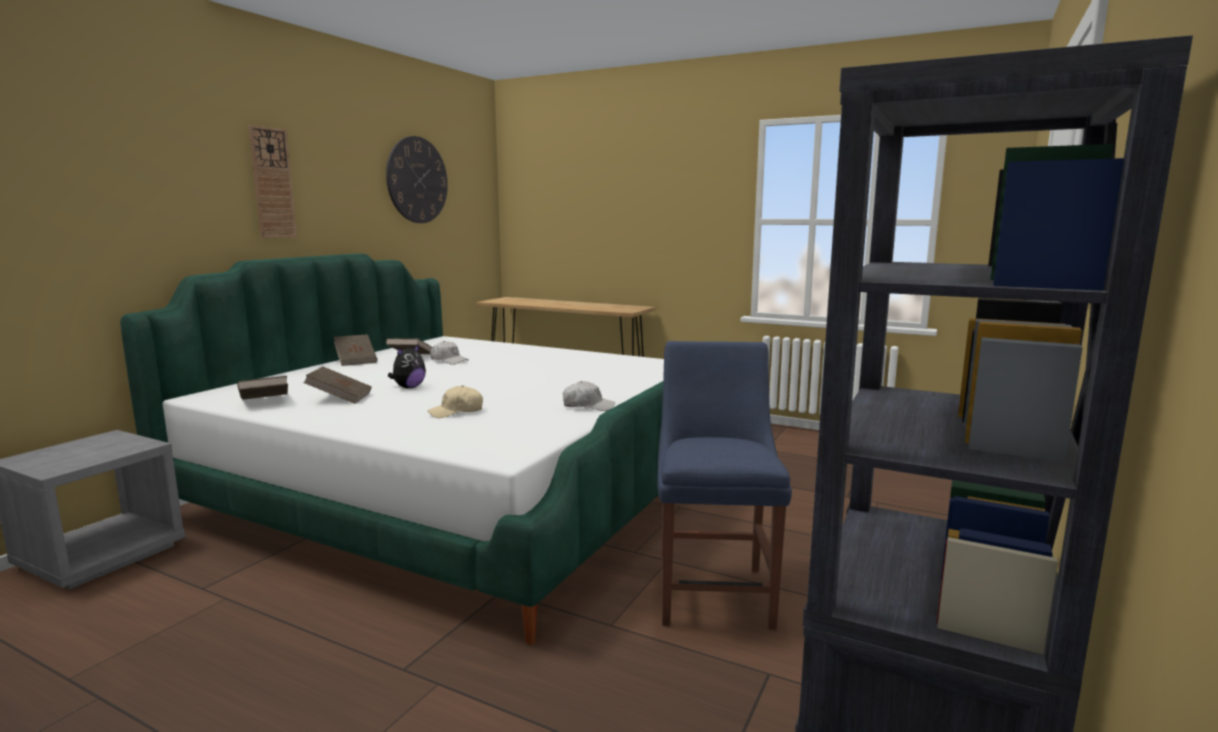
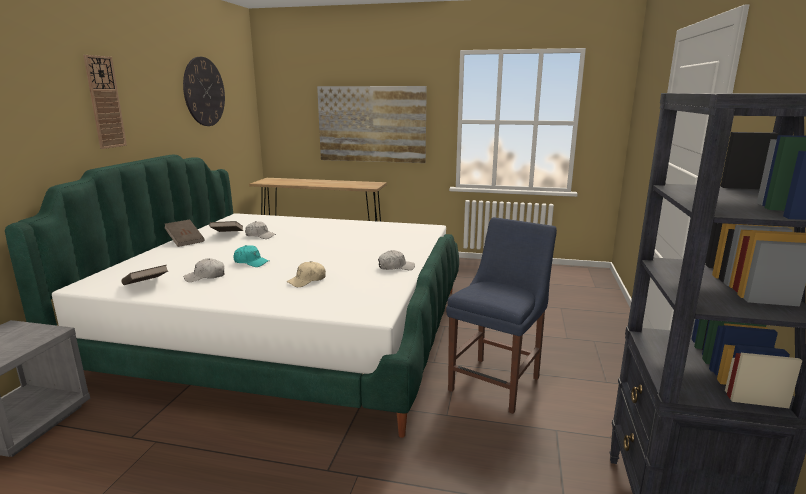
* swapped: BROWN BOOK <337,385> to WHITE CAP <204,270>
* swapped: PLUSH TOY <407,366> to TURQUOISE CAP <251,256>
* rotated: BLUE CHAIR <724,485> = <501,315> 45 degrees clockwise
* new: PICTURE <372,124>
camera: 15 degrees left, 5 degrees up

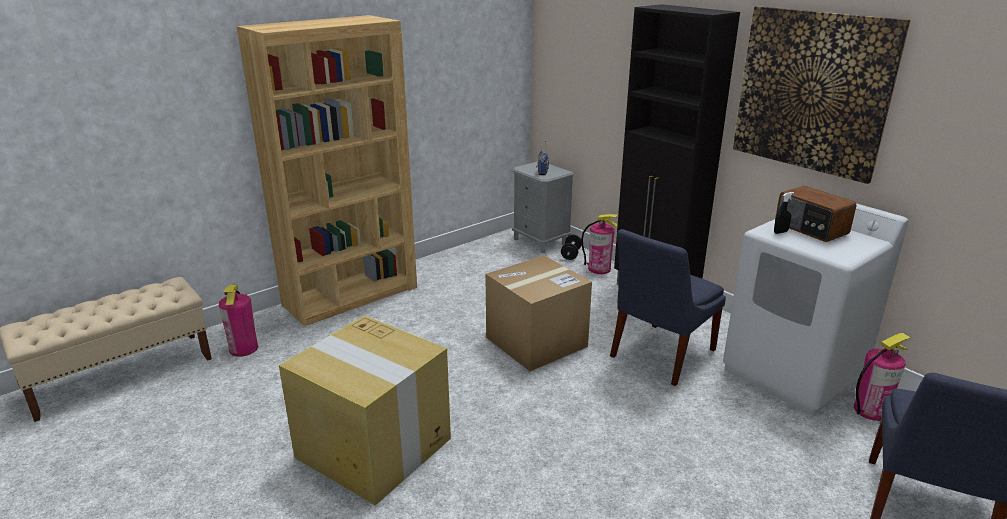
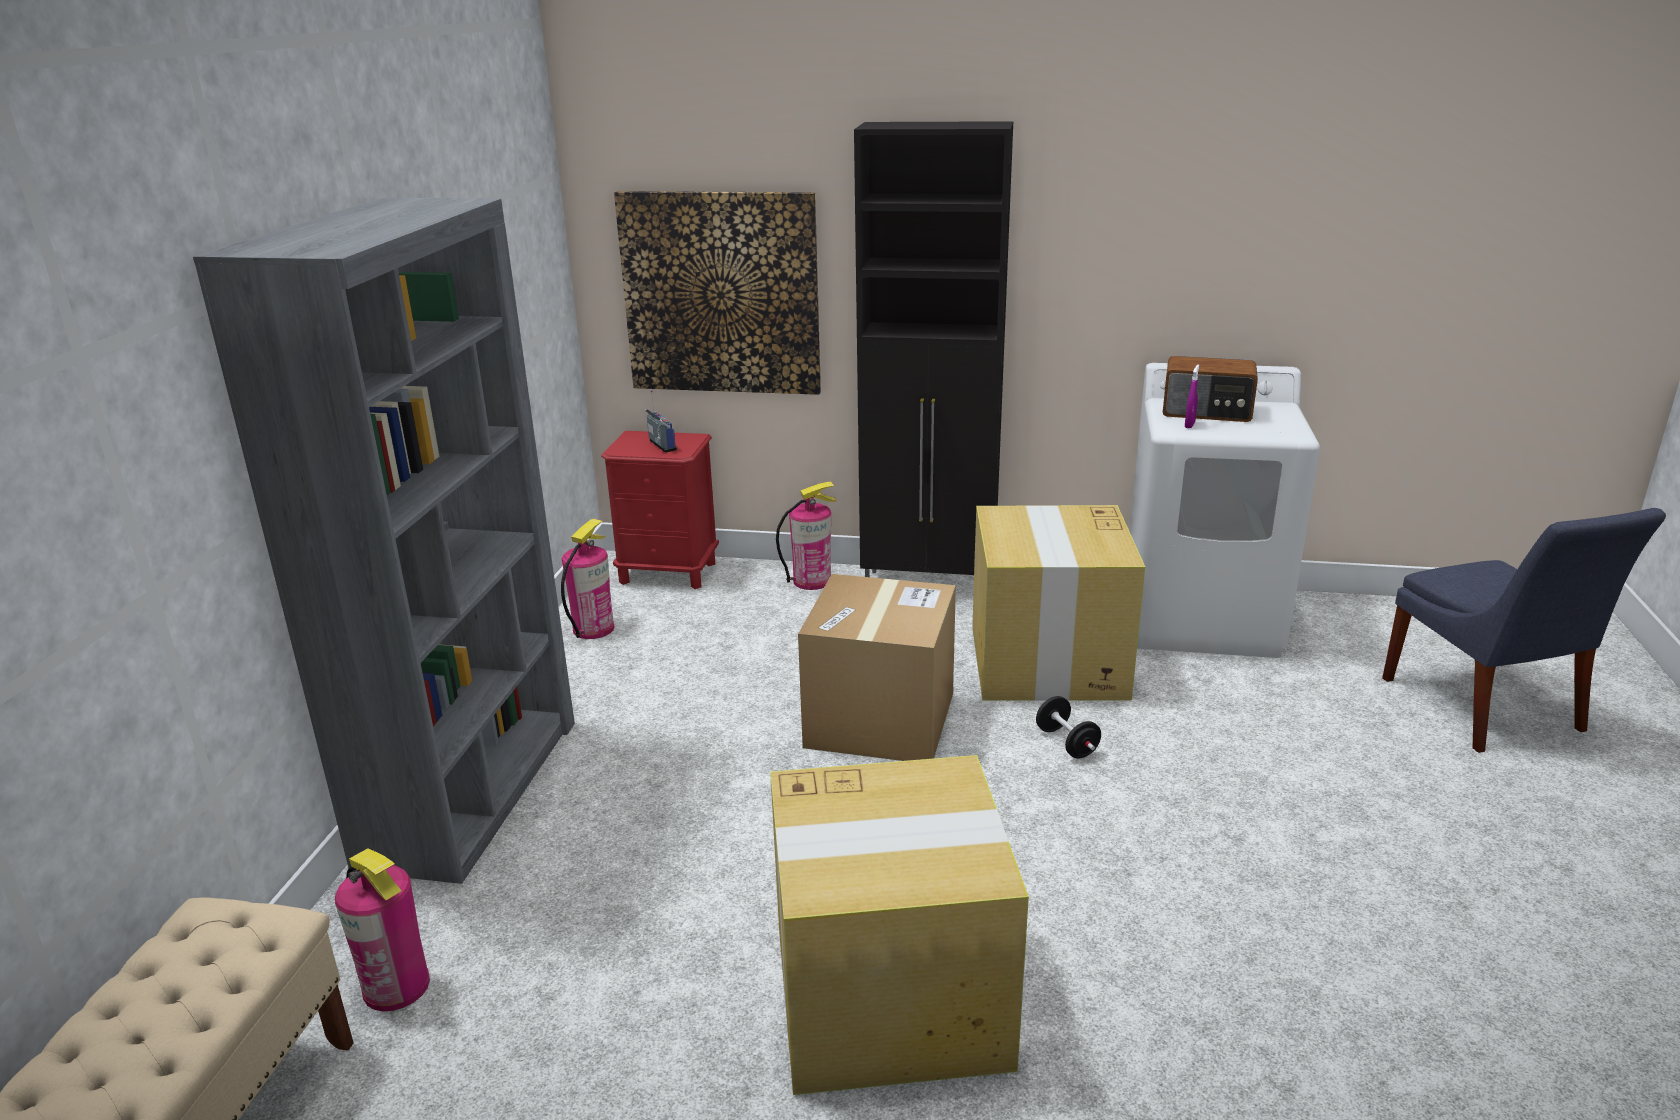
* repainted: BROWN BOOKCASE <327,170> to GREY BOOKCASE <384,541>
* repainted: GREY NIGHTSTAND <543,207> to RED NIGHTSTAND <660,510>
* shifted: BLACK DUMBBELL <571,247> to <1068,727>
* swapped: BLUE CHAIR <668,307> to CARDBOARD BOX <1058,603>
* shifted: PICTURE <822,95> to <717,293>
* repainted: BLACK SPRAY BOTTLE <784,213> to PURPLE SPRAY BOTTLE <1192,396>
* shifted: FIRE EXTINGUISHER <882,377> to <588,579>
camera: 40 degrees left, 0 degrees up

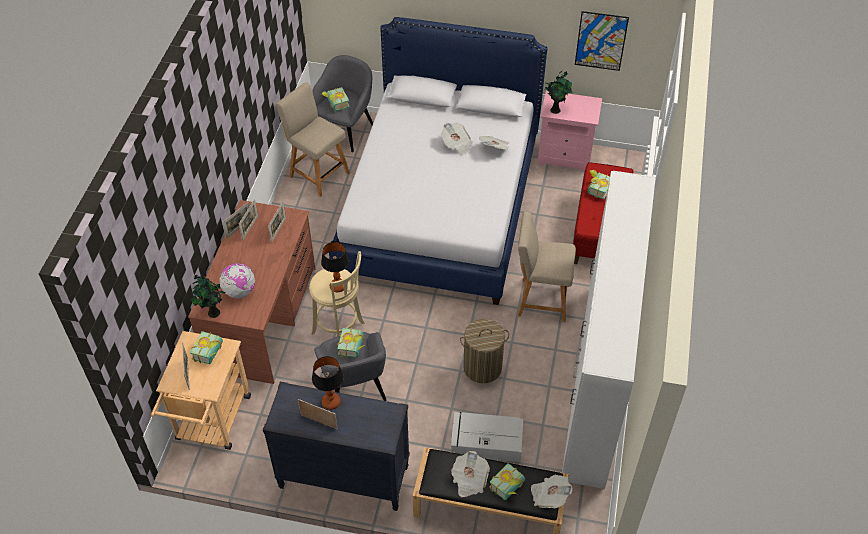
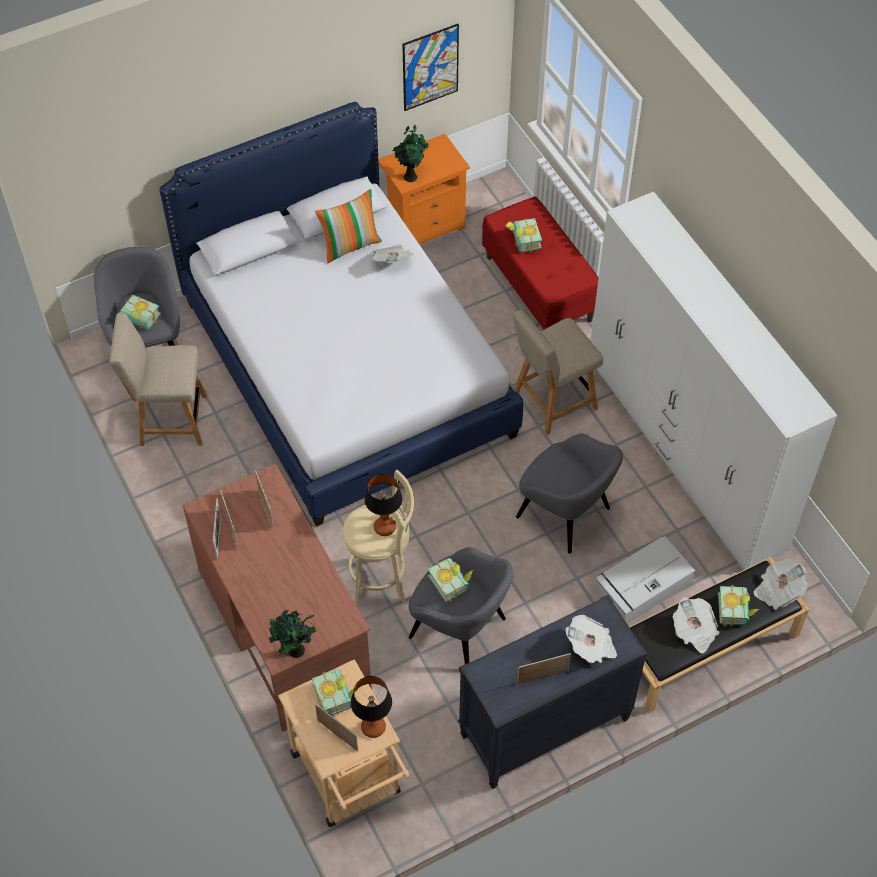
* gone: GLOBE <237,280>
* shifted: TABLE LAMP <328,383> to <371,707>
* shifted: NEWSPAPER <457,139> to <591,639>
* swapped: LAUNDRY BASKET <484,351> to GREY ARMCHAIR <569,494>
* repainted: PINK NIGHTSTAND <569,131> to ORANGE NIGHTSTAND <424,189>
* new: PILLOW <348,226>
camera: 40 degrees left, 5 degrees up

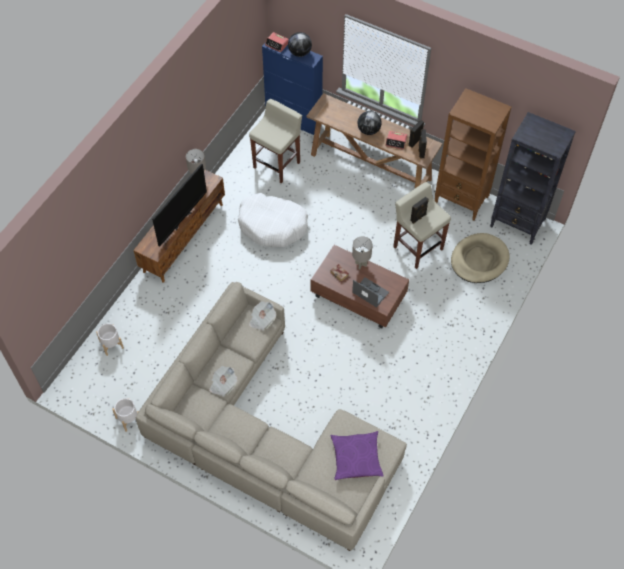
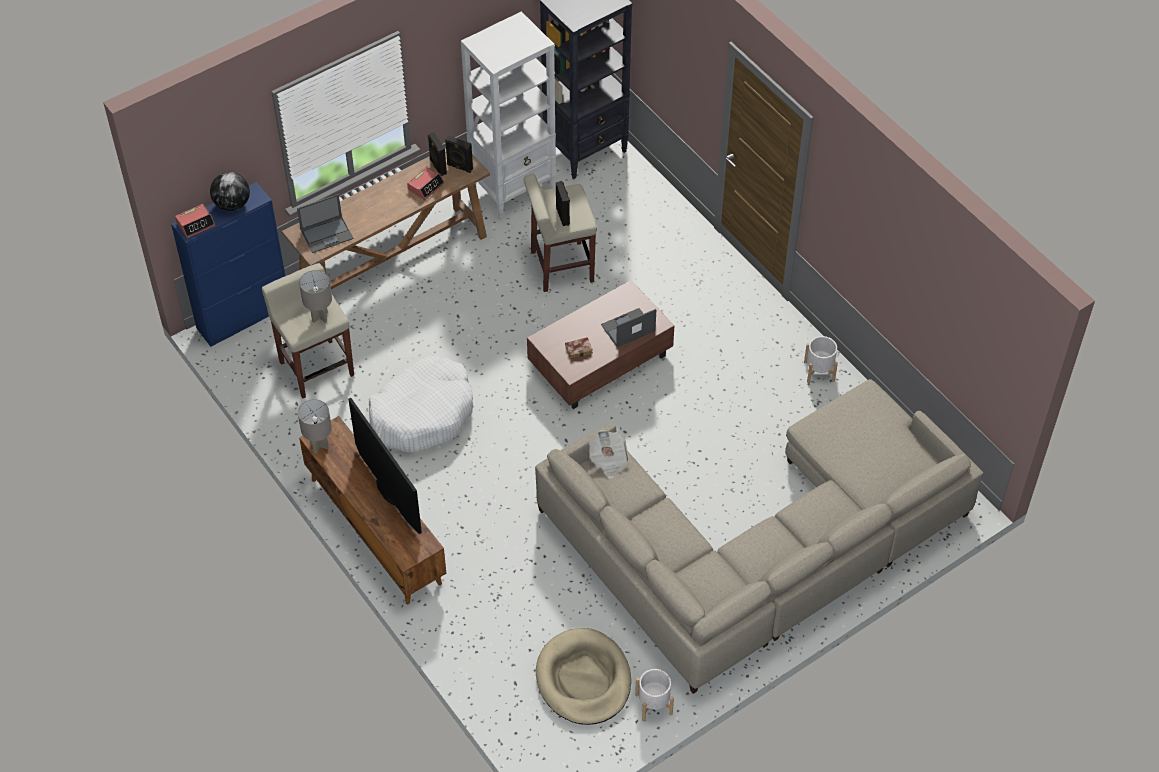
* shifted: WHITE PLANTER <110,339> to <821,359>
* gone: NEWSPAPER <223,381>
* gone: PURPLE PILLOW <357,455>
* shifted: GREY TABLE LAMP <362,252> to <315,296>
* gone: GLOBE <369,123>
* repainted: BROWN BOOKCASE <473,154> to WHITE BOOKCASE <508,115>
* shifted: BEIGE DOG BED <480,258> to <583,676>
* new: LAPTOP <325,223>
camera: 65 degrees left, 5 degrees down

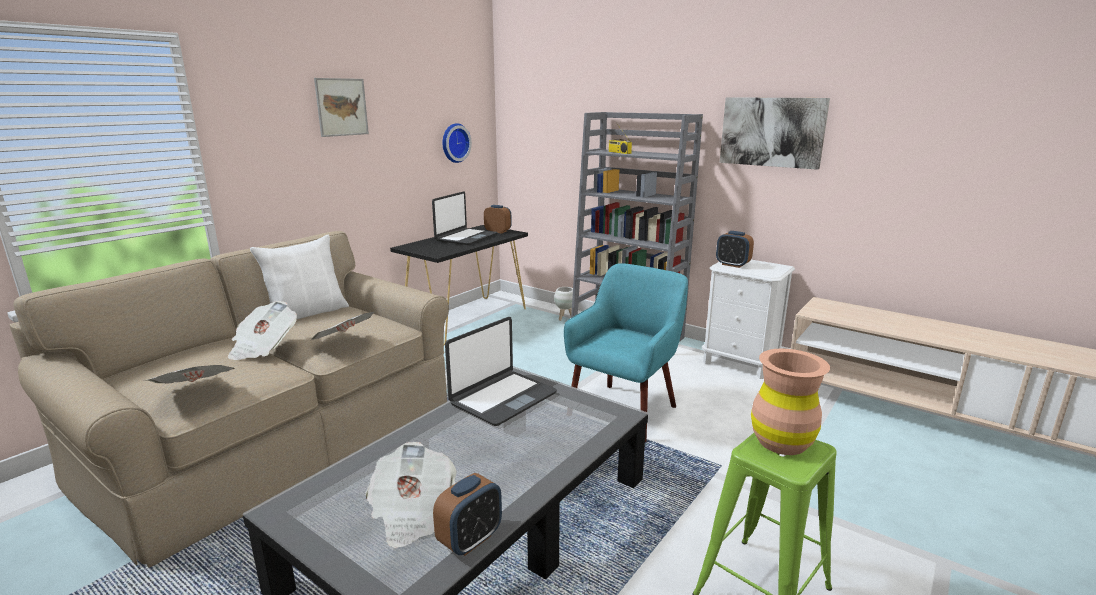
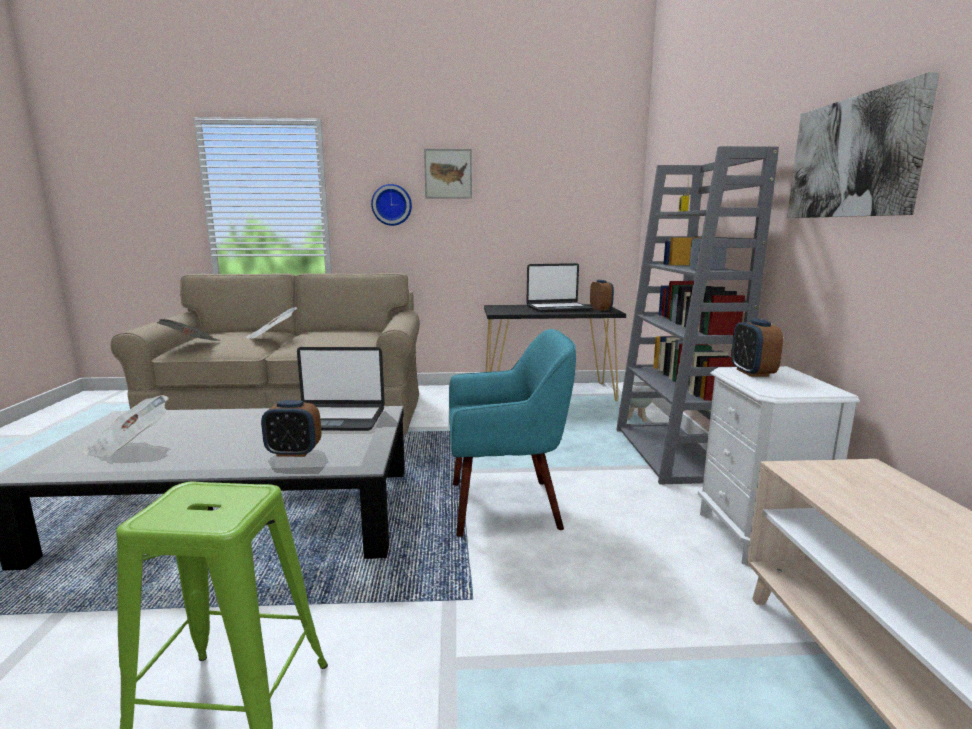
* gone: WHITE PILLOW <299,277>
* gone: NEWSPAPER <342,326>
* shifted: ALARM CLOCK <467,514> to <291,428>
* shifted: WALL CLOCK <457,143> to <391,205>
* gone: BROWN VASE <790,402>
camera: 50 degrees right, 5 degrees down

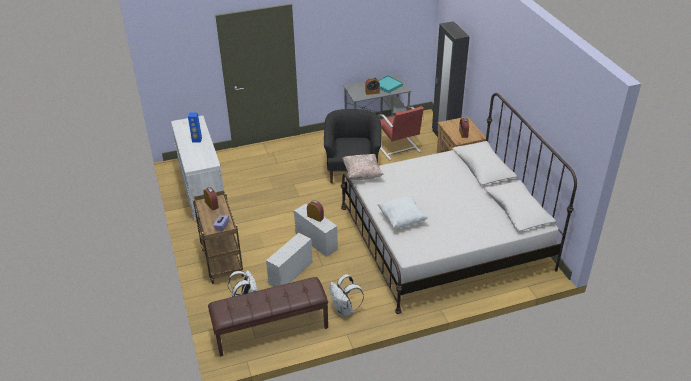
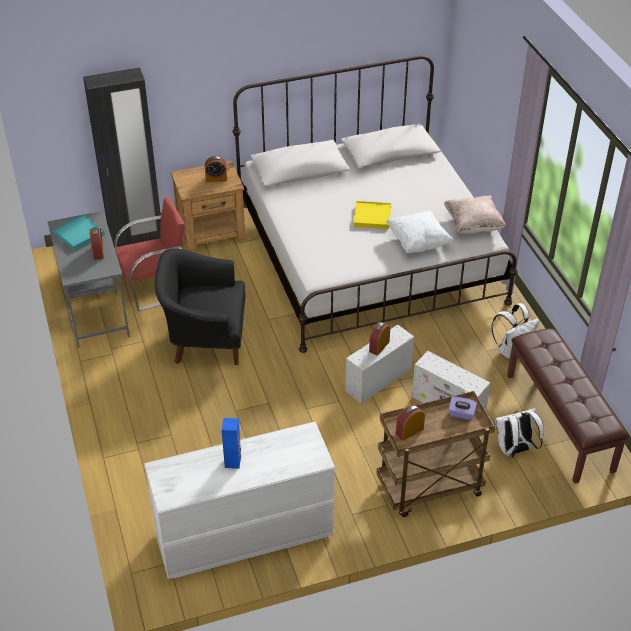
* shifted: BEIGE PILLOW <363,167> to <475,214>
* new: YELLOW TRAY <372,215>
camera: 90 degrees left, 5 degrees up

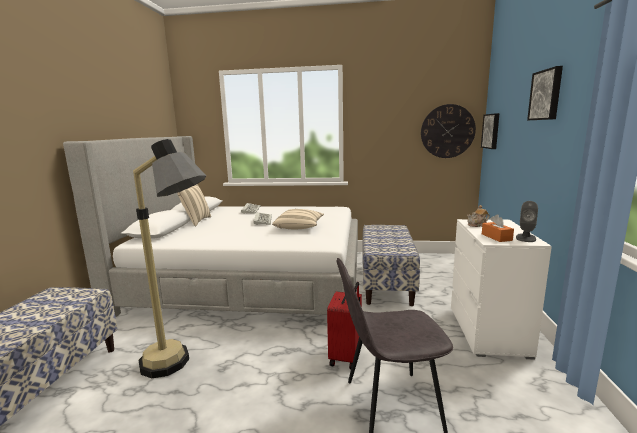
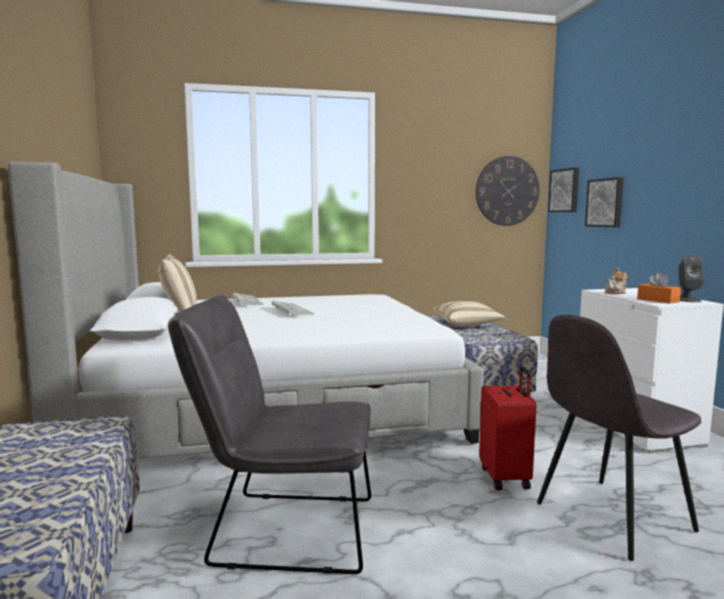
* swapped: FLOOR LAMP <169,258> to GREY CHAIR <269,434>
* shifted: BEIGE PILLOW <298,219> to <469,313>
* shifted: PICTURE <545,93> to <604,202>
camera: 20 degrees left, 5 degrees down

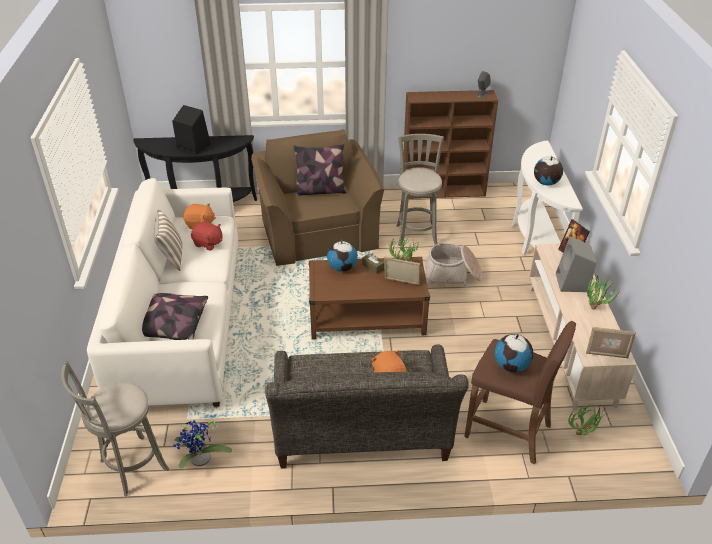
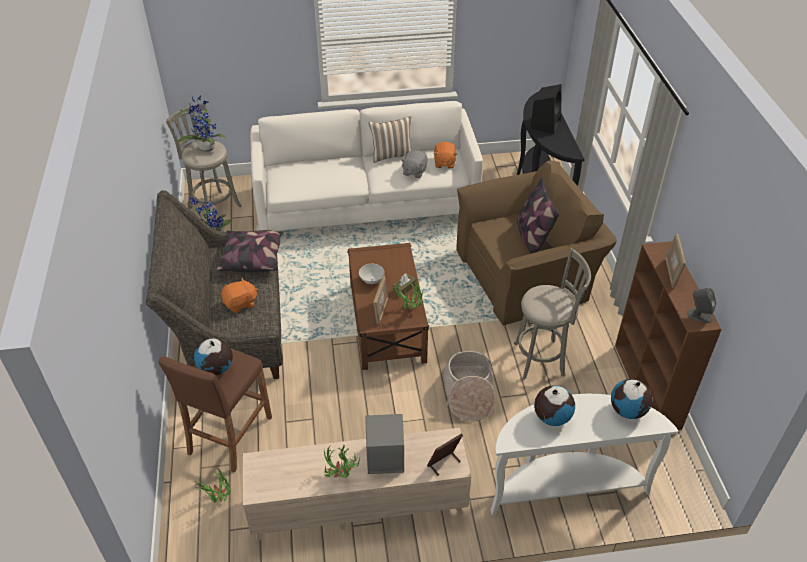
* shifted: PILLOW <175,316> to <249,251>
* repainted: RED PLUSH TOY <207,236> to GREY PLUSH TOY <414,164>
* shifted: GLOBE <342,255> to <631,399>
* shifted: PICTURE FRAME <611,342> to <675,260>
* new: POTTED PLANT <201,124>
* new: WHITE BOWL <372,274>
camera: 85 degrees right, 5 degrees up

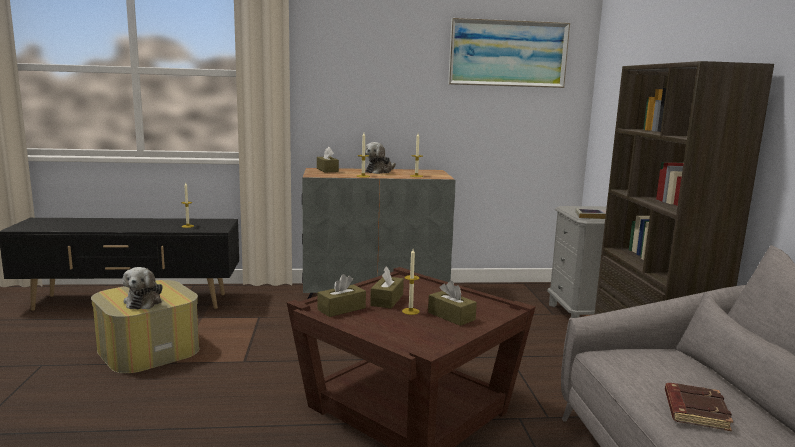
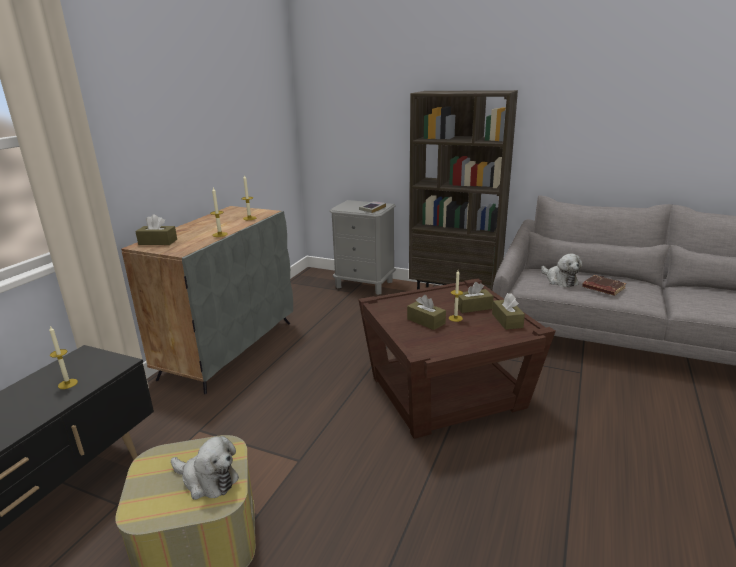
* shifted: BROWN TISSUE BOX <341,295> to <508,311>
* shifted: PLUSH TOY <380,158> to <562,270>
* gone: PICTURE <509,53>
camera: 60 degrees left, 10 degrees up

